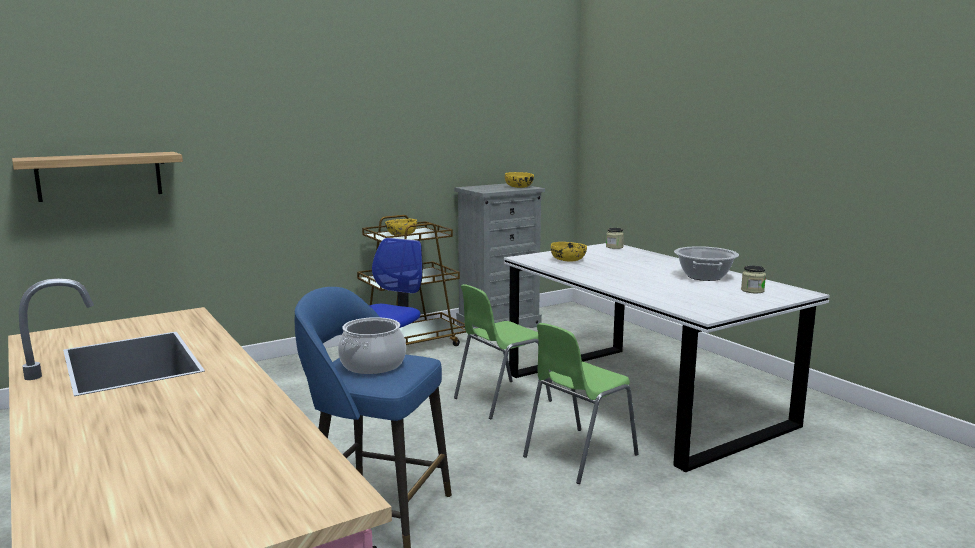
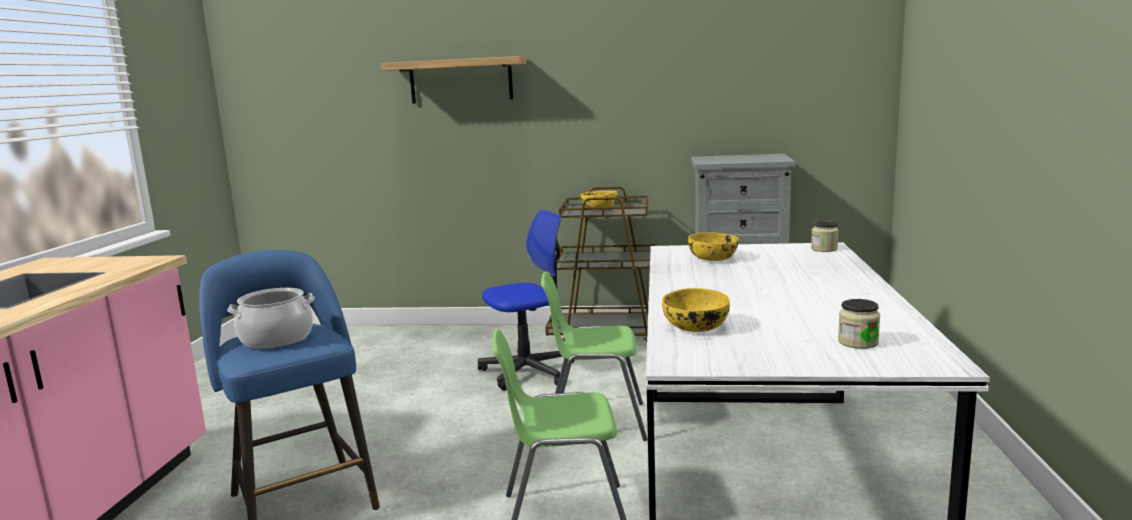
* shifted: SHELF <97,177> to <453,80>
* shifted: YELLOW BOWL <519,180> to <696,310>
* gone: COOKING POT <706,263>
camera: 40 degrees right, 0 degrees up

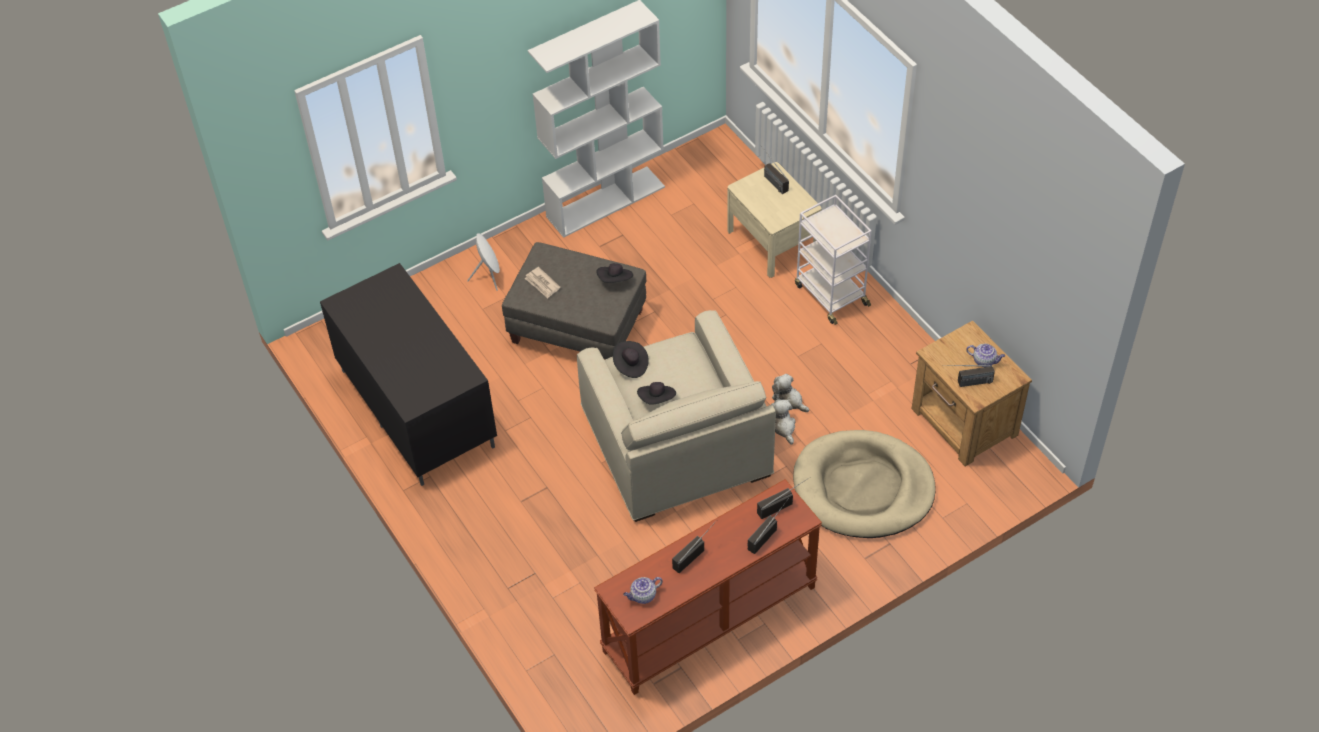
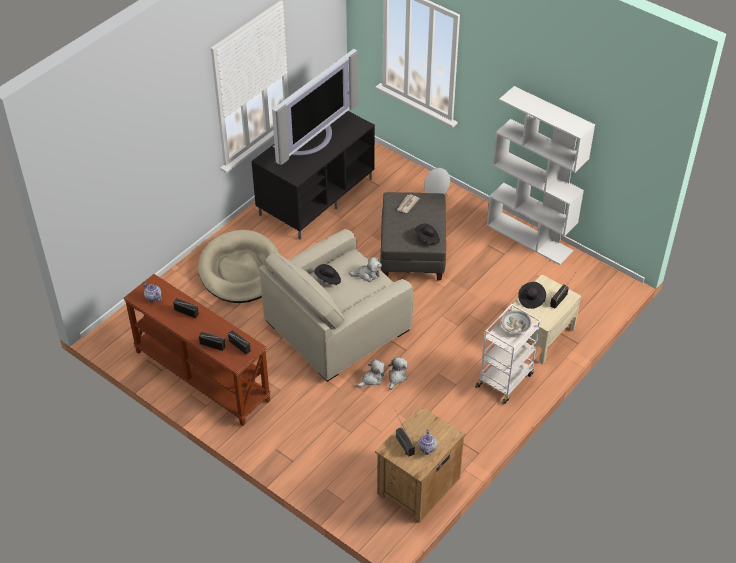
* shifted: BLACK HAT <631,359> to <532,295>
* shifted: BEIGE DOG BED <864,484> to <239,266>
* new: TELEVISION <315,107>
* new: PLUSH TOY <365,269>
* new: BOWL <516,322>
camera: 70 degrees right, 5 degrees down

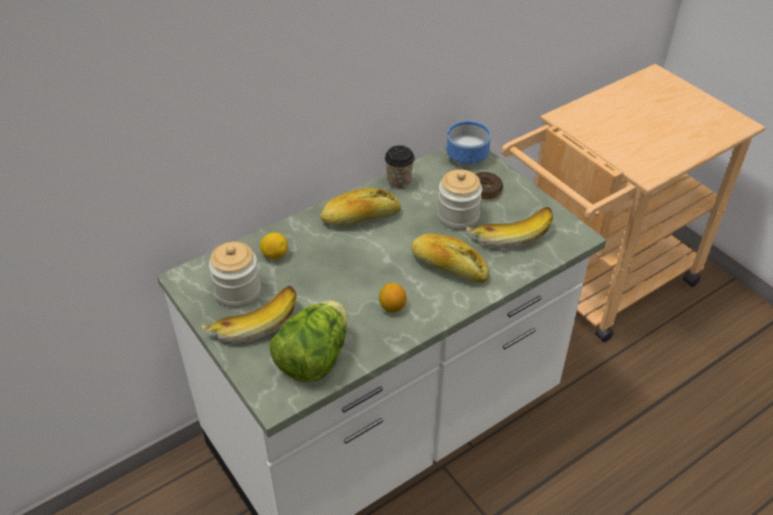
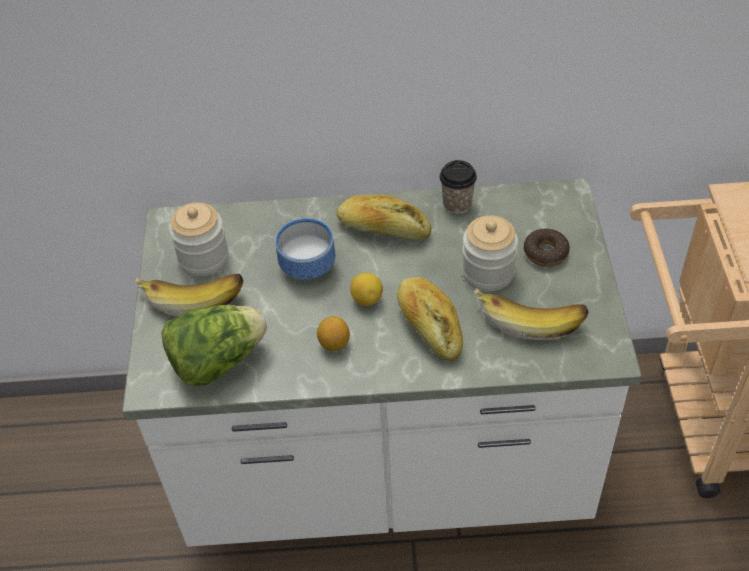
* shifted: LEMON <274,245> to <366,289>
* shifted: BOWL <468,143> to <305,249>
camera: 35 degrees right, 5 degrees up

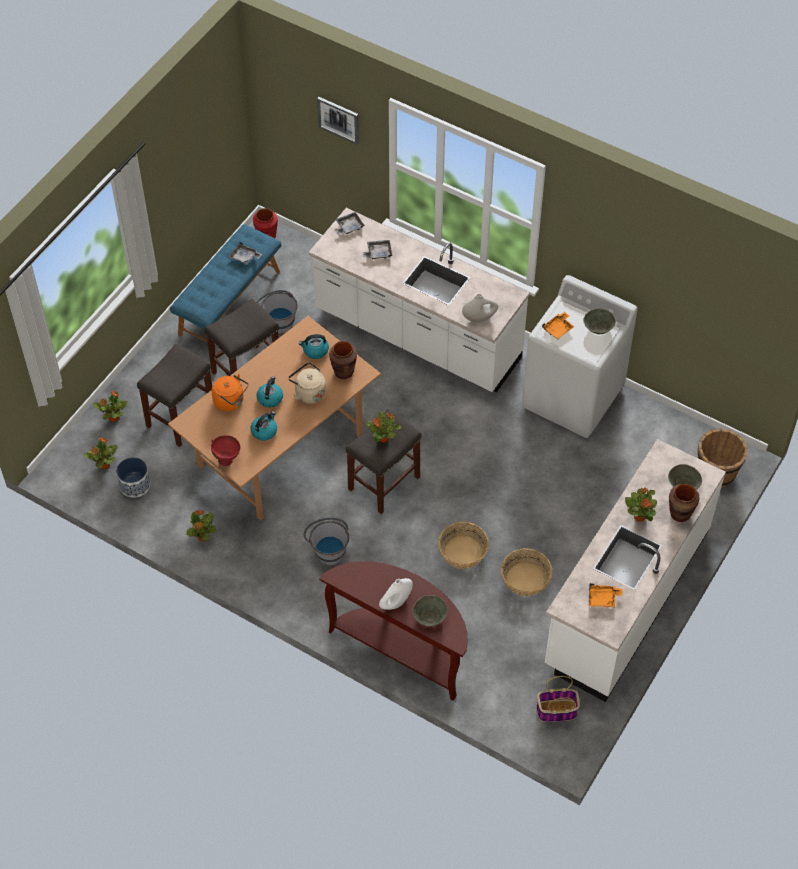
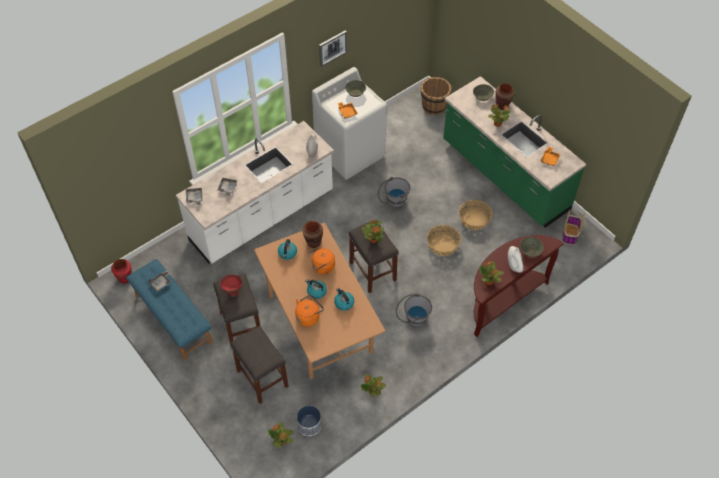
* shifted: POTTED PLANT <111,406> to <491,273>
* shifted: RED BOWL <225,450> to <231,286>
* shifted: GREY BUCKET <277,311> to <394,192>
* repainted: BEIGE KETTLE <307,383> to ORANGE KETTLE <321,261>
* shifted: PICTURE <338,121> to <333,48>
* repainted: WHITE COUNTER <635,570> to GREEN COUNTER <514,152>
camera: 70 degrees left, 0 degrees up

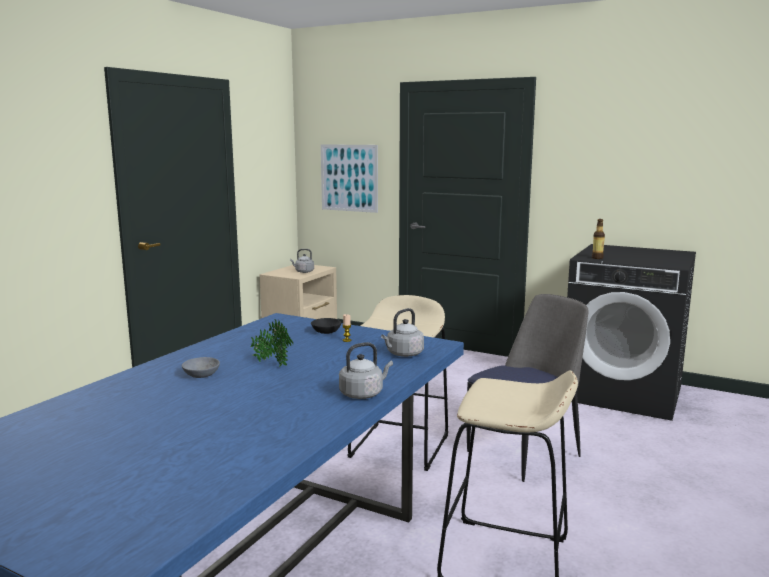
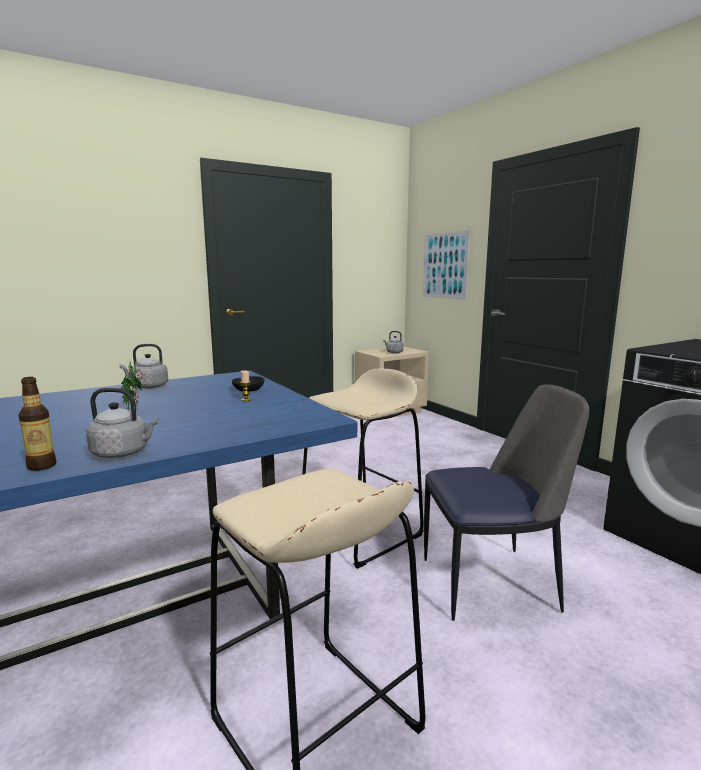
* gone: GREY BOWL <201,367>
* shifted: GREY KETTLE <402,332> to <143,366>
* shifted: BOTTLE <598,239> to <37,424>
camera: 30 degrees right, 0 degrees up

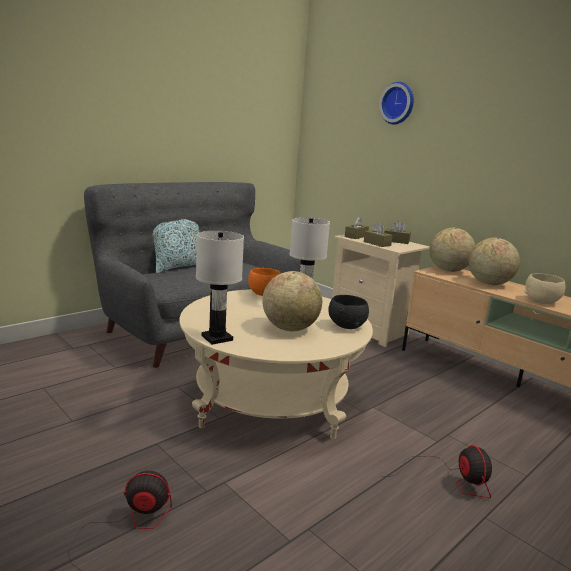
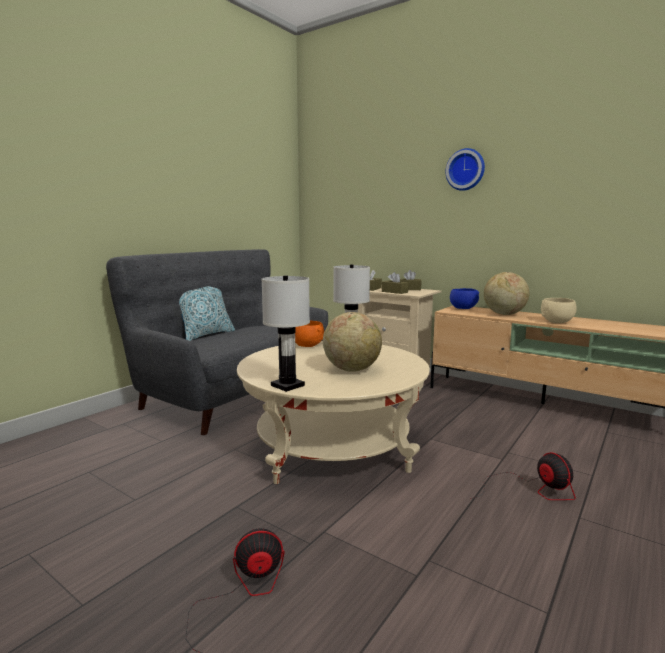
* gone: BLACK BOWL <349,312>
* shifted: WALL CLOCK <396,103> to <465,169>
* swapped: GLOBE <452,250> to BLUE BOWL <464,298>
camera: 10 degrees left, 5 degrees down

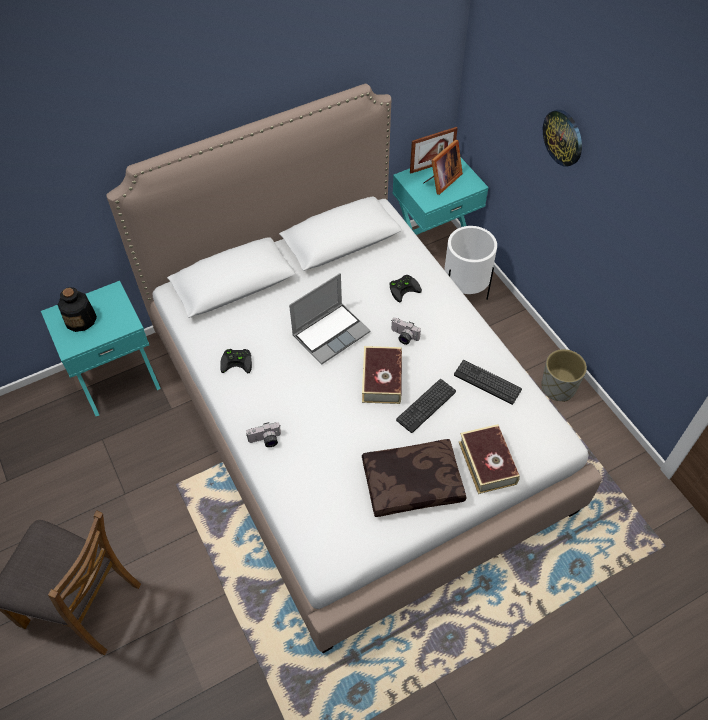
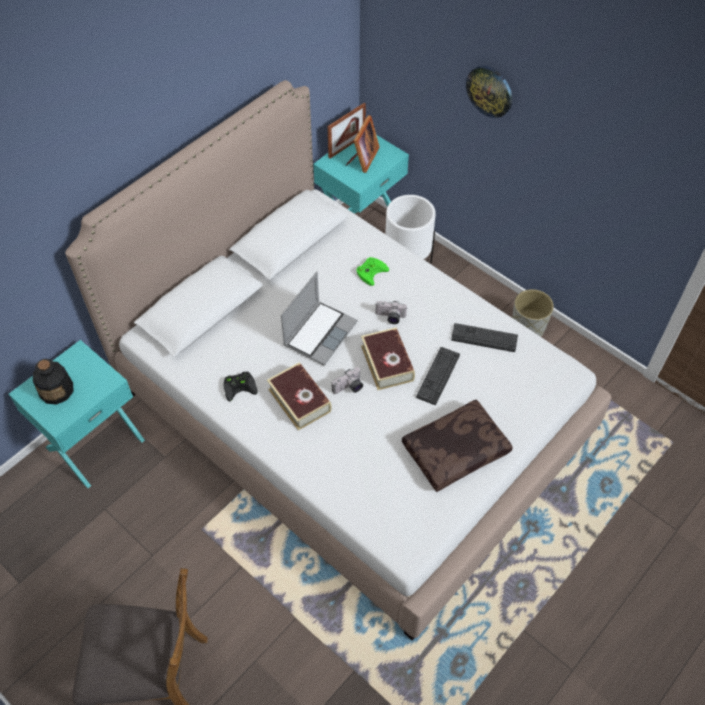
* shifted: PHOTO CAMERA <263,434> to <347,380>
* repainted: BLACK GAME CONTROLLER <405,288> to GREEN GAME CONTROLLER <372,271>
* shifted: BOOK <489,459> to <299,396>
camera: 20 degrees left, 0 degrees up

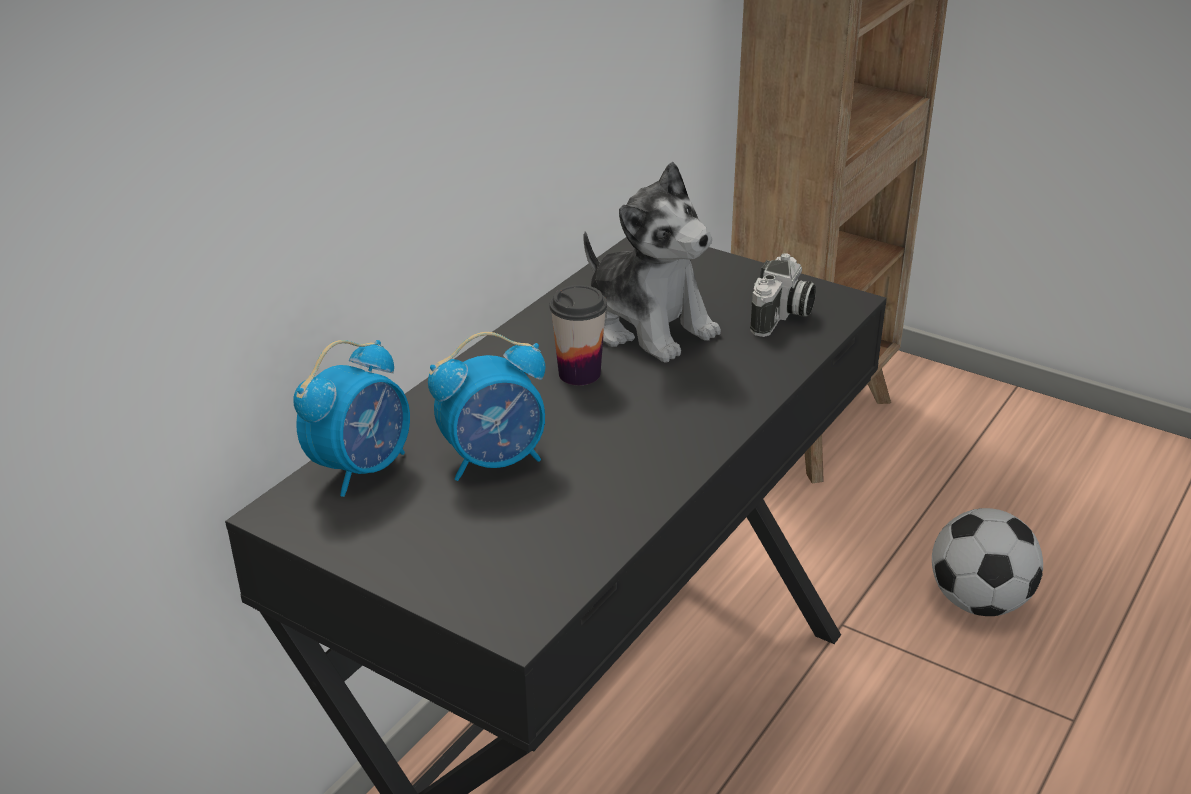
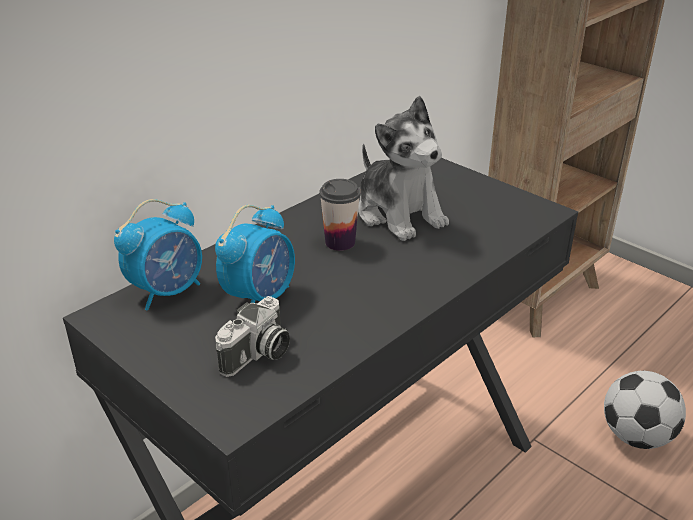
* rotated: ALARM CLOCK <487,406> = <255,254> 45 degrees counterclockwise
* shifted: PHOTO CAMERA <783,295> to <252,336>
camera: 10 degrees right, 0 degrees up

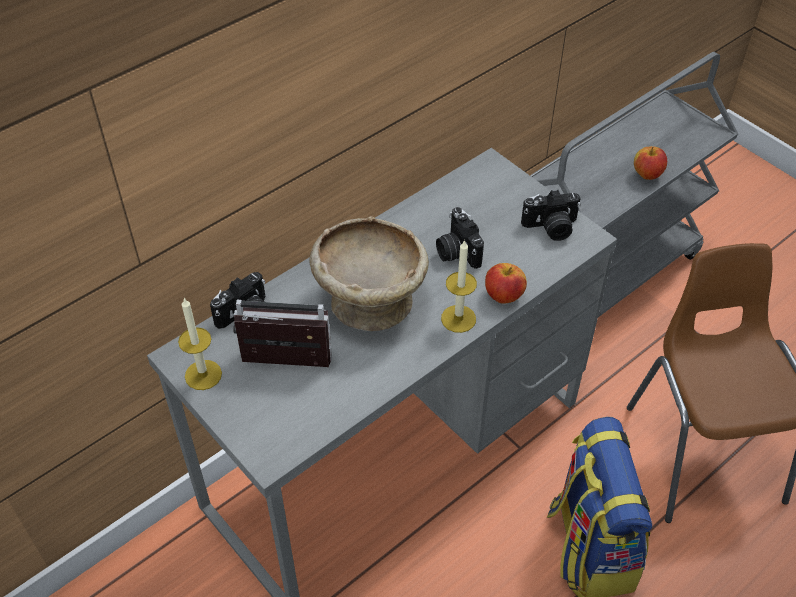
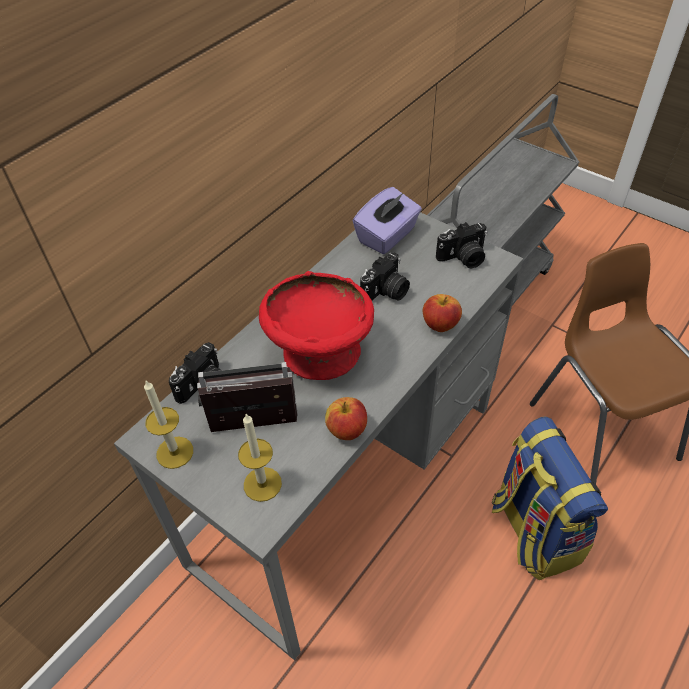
* repainted: BEIGE BOWL <369,273> to RED BOWL <316,325>
* rotated: PHOTO CAMERA <460,238> = <385,276> 105 degrees counterclockwise
* shifted: CANDLE <459,286> to <260,457>
* shifted: APPLE <650,163> to <346,418>
* new: PURPLE TISSUE BOX <387,220>
camera: 10 degrees left, 0 degrees up

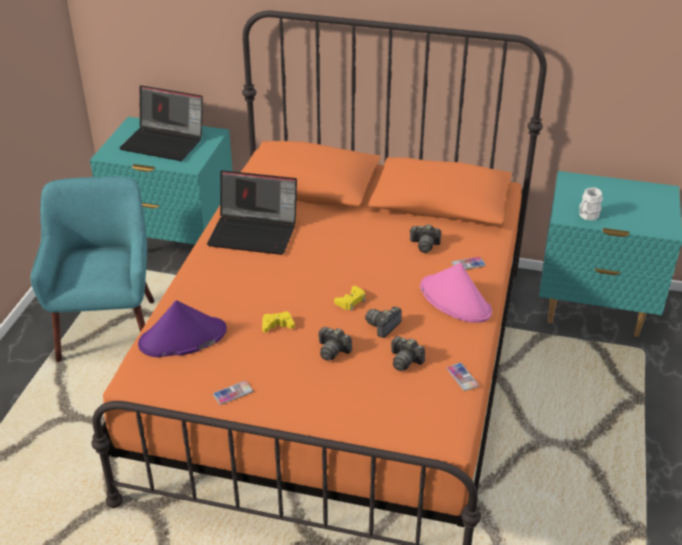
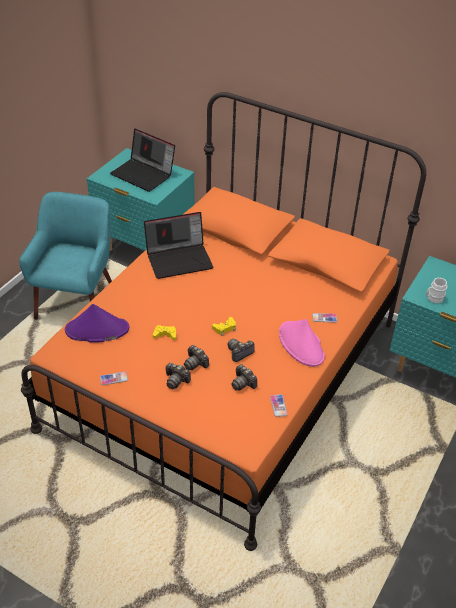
* rotated: LAPTOP <252,212> = <178,245> 45 degrees counterclockwise
* shifted: PHOTO CAMERA <425,238> to <178,376>
camera: 15 degrees right, 5 degrees up

